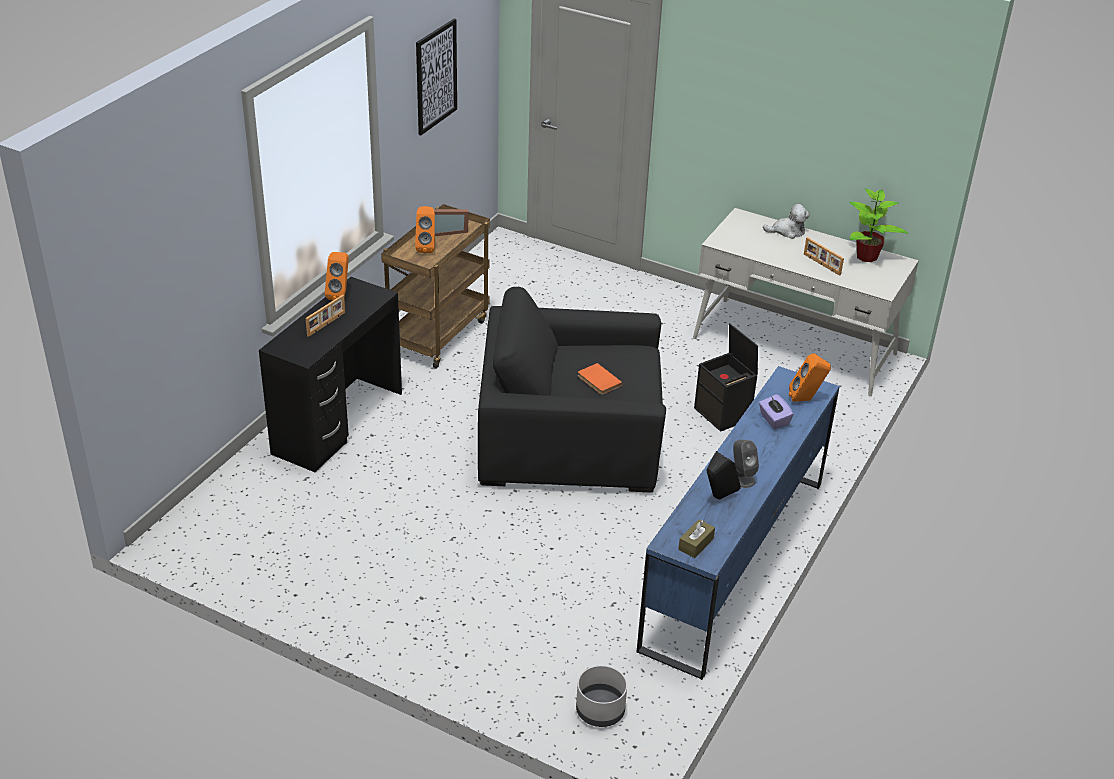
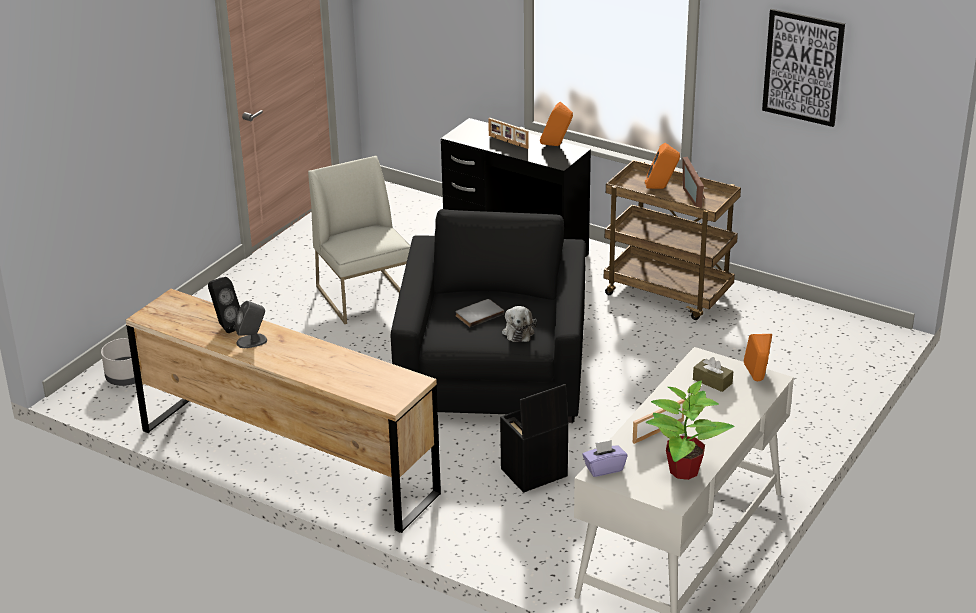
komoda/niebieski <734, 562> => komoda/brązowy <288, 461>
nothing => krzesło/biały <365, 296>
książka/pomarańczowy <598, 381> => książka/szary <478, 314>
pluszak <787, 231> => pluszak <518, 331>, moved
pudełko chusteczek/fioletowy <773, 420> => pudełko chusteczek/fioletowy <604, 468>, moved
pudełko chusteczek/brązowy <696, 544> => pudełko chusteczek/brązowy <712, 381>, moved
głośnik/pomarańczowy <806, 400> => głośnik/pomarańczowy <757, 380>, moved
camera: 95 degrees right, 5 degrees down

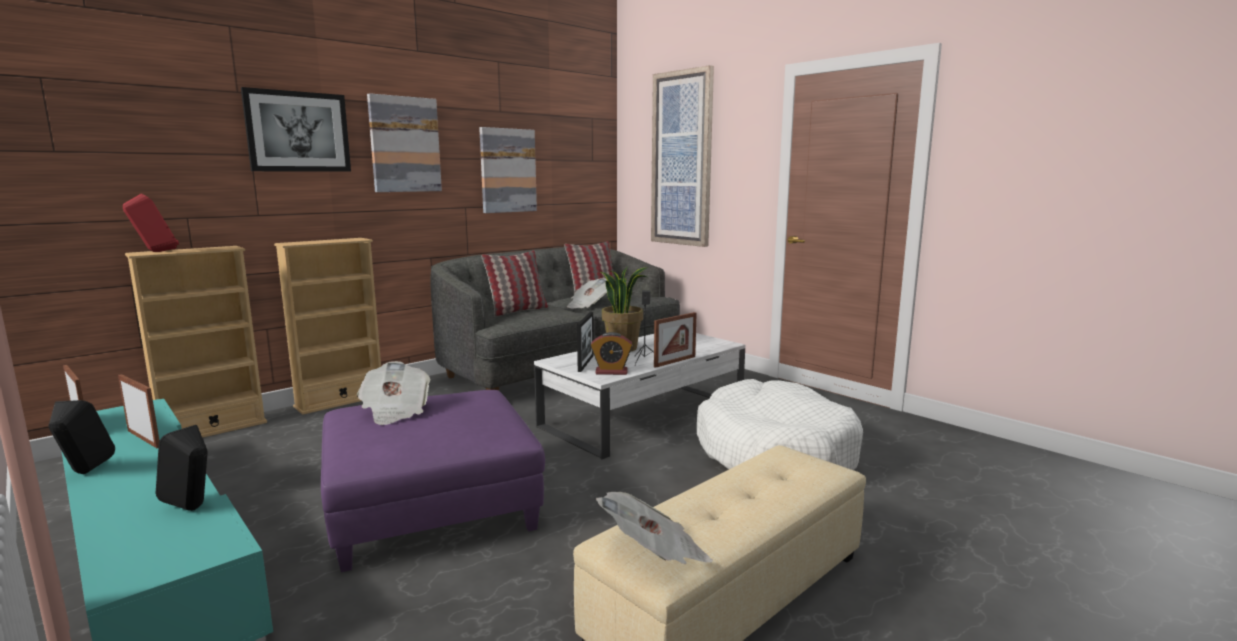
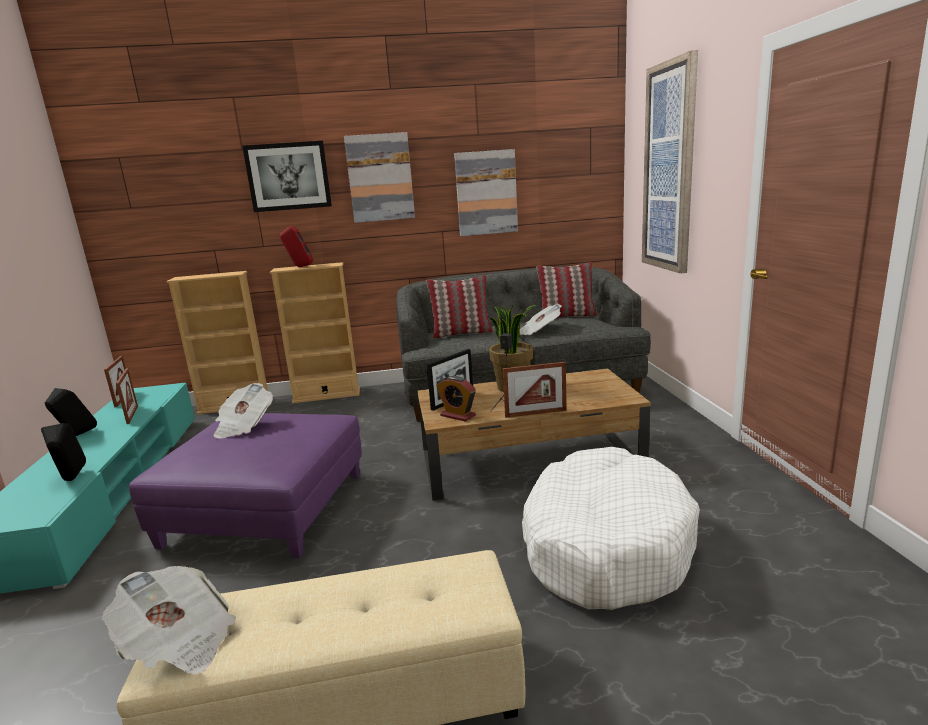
głośnik/czerwony <155, 252> => głośnik/czerwony <299, 267>, moved
ława/biały <644, 415> => ława/brązowy <530, 460>
camera: 35 degrees right, 5 degrees up

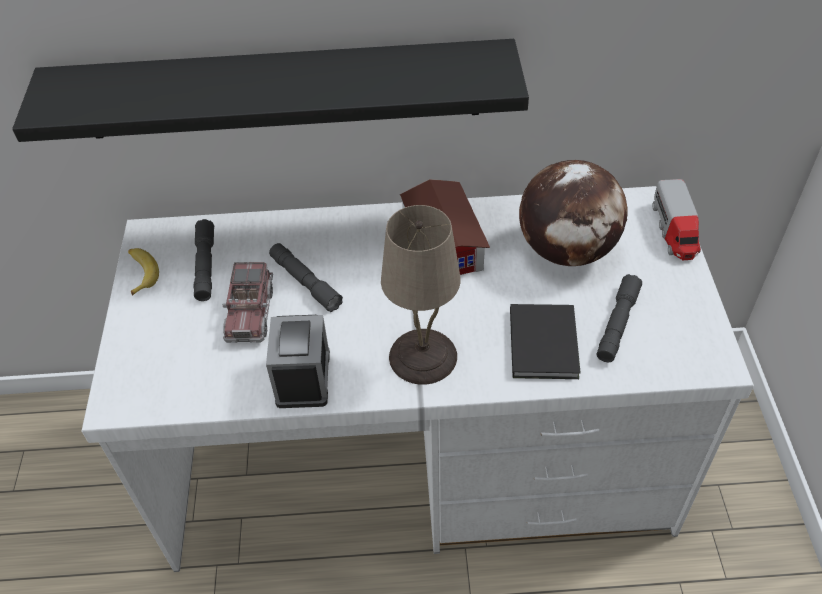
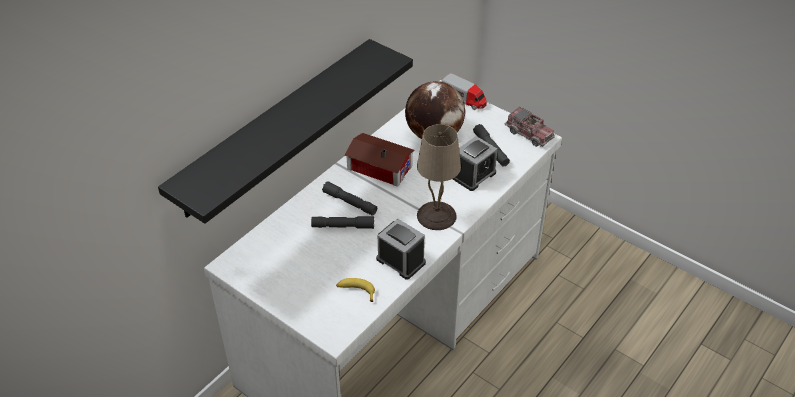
latarka/szary <205, 266> => latarka/szary <350, 203>, moved
banan <141, 273> => banan <356, 291>, moved
książka/czarny <544, 342> => budzik <474, 175>
ciężarówka zabawkowa <250, 312> => ciężarówka zabawkowa <529, 134>, moved
camera: 50 degrees left, 5 degrees down

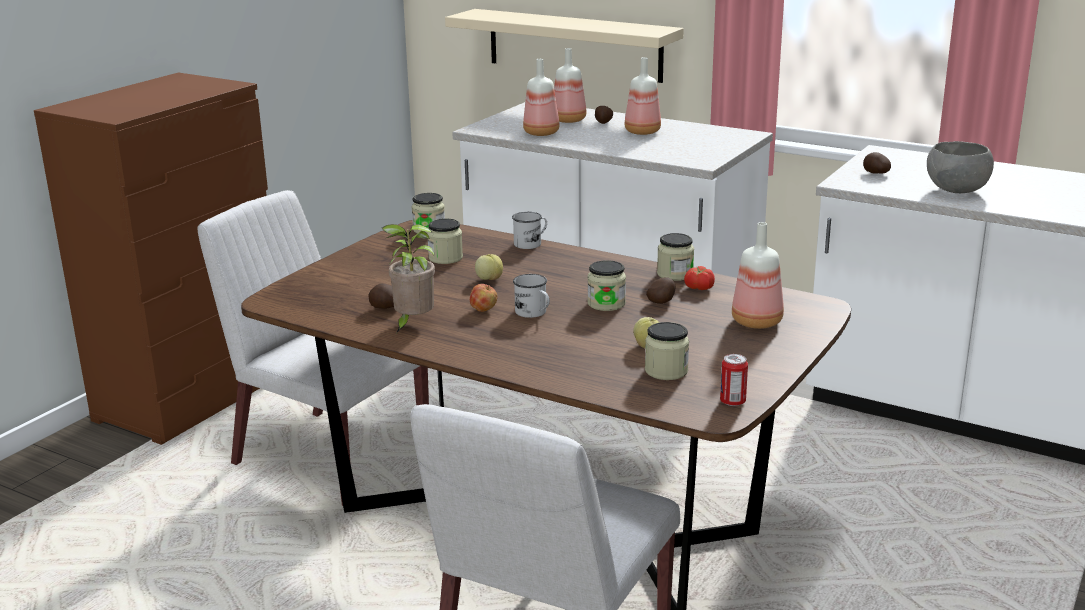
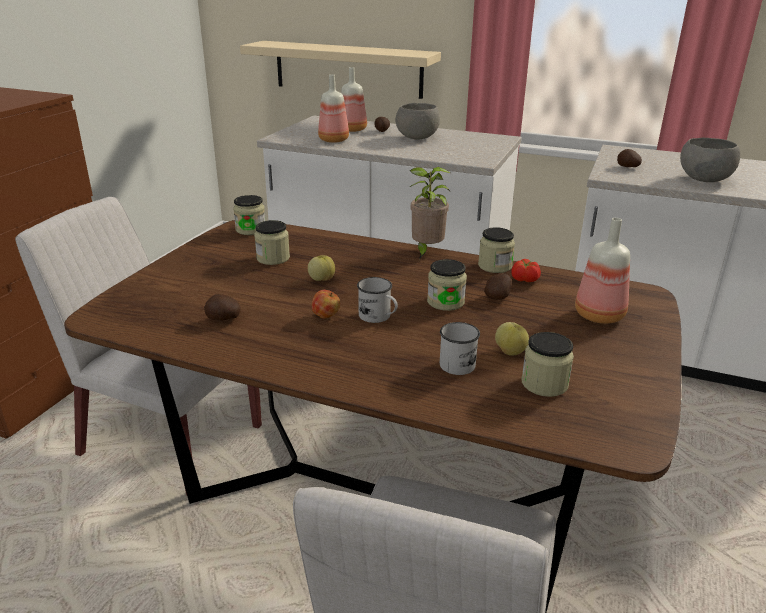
butelka <641, 132> => miska/szary <416, 138>
roślina doniczkowa <412, 324> => roślina doniczkowa <426, 251>, moved
kubek/biały <531, 243> => kubek/biały <461, 363>, moved
puszka <732, 402> => nothing
camera: 10 degrees left, 5 degrees up

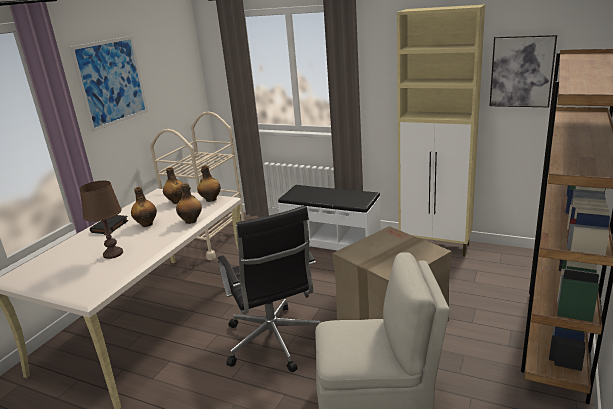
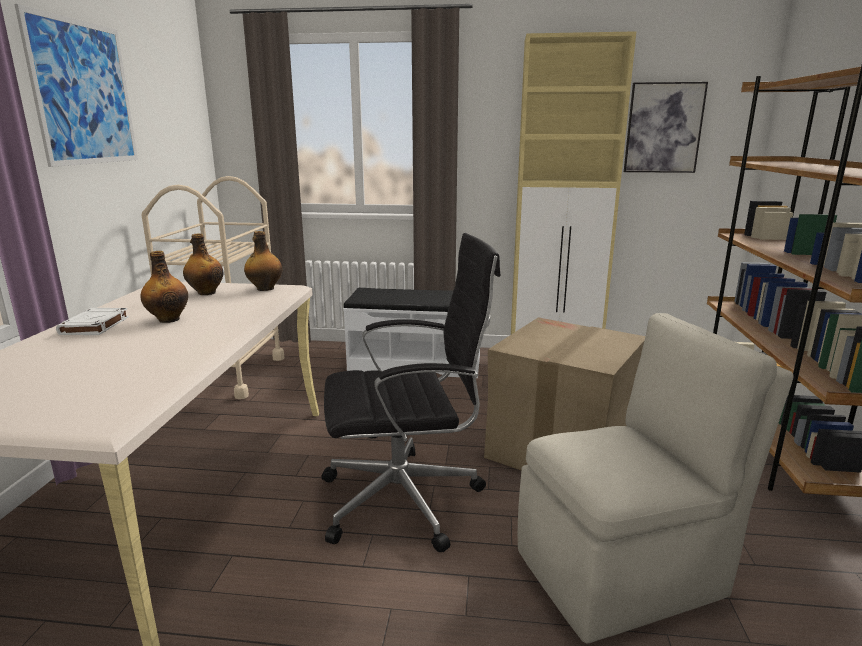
książka/czarny <110, 227> => książka/biały <95, 326>
krzesło biurowe/czarny <274, 342> => krzesło biurowe/czarny <406, 499>, 60 degrees counterclockwise
lampa stołowa/brązowy <113, 253> => nothing
butelka <191, 221> => nothing
camera: 20 degrees left, 5 degrees down

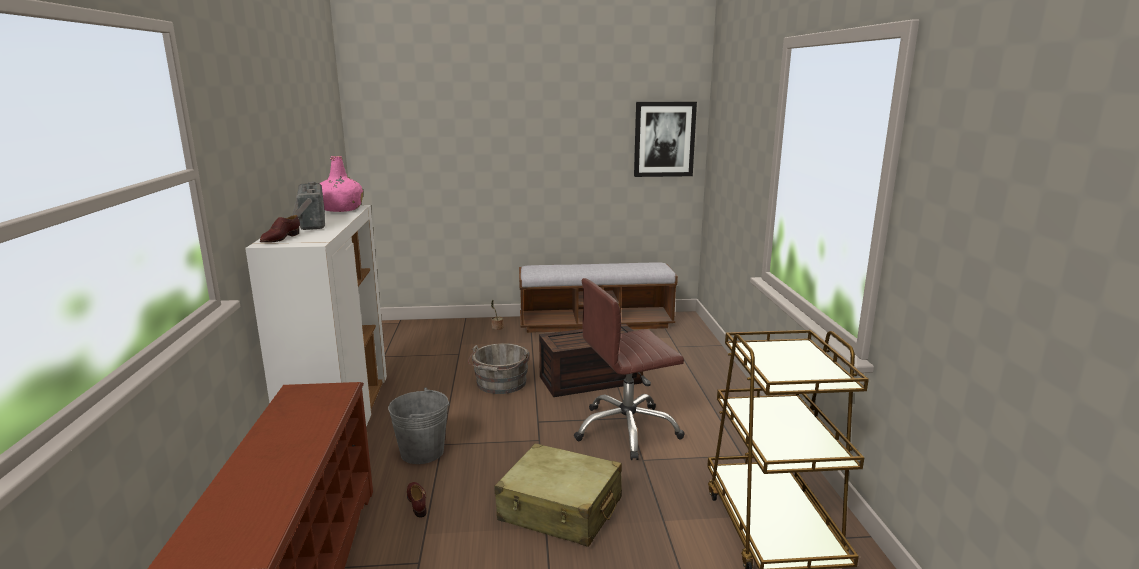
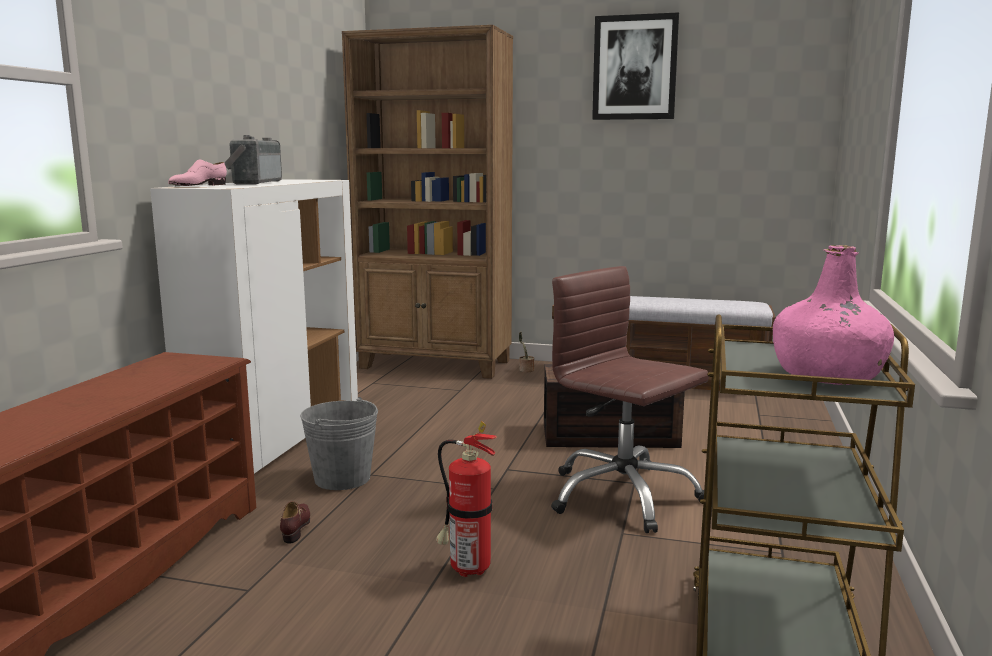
but/brązowy <280, 238> => but/różowy <198, 186>
nothing => regał/brązowy <436, 365>
walizka/beżowy <560, 510> => gaśnica <466, 569>
krzesło biurowe/brązowy <627, 430> => krzesło biurowe/brązowy <622, 496>, 45 degrees clockwise
obraz <664, 139> => obraz <635, 68>, moved
butelka/różowy <341, 209> => butelka/różowy <828, 375>, moved
wiadro/szary <500, 384> => nothing
camera: 20 degrees right, 5 degrees down

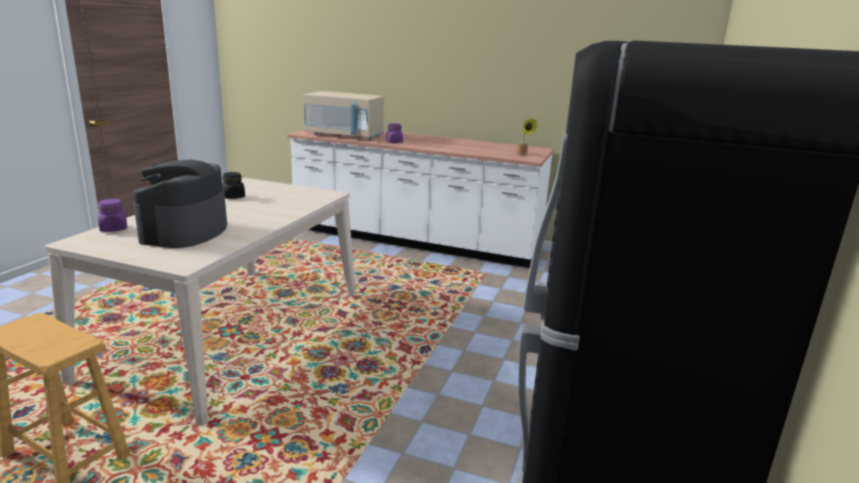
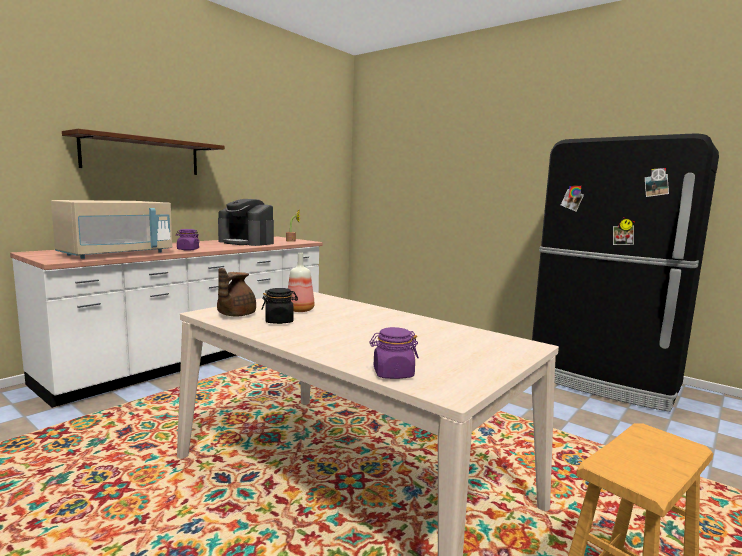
nothing => półka/brązowy <142, 155>
nothing => imbryk/brązowy <235, 315>
ekspres do kawy <185, 232> => ekspres do kawy <247, 242>, moved
nothing => butelka <301, 310>
camera: 70 degrees left, 10 degrees down

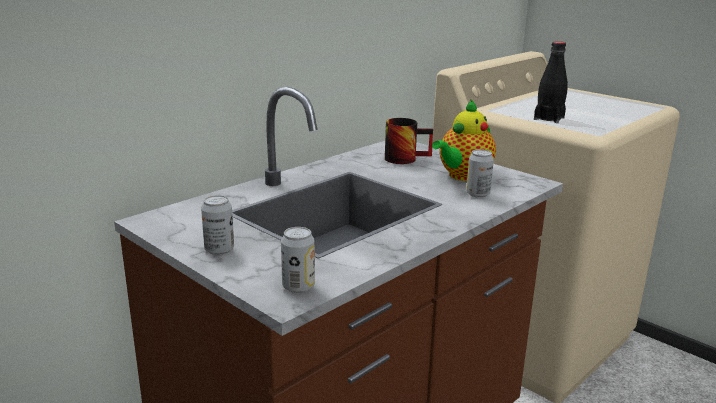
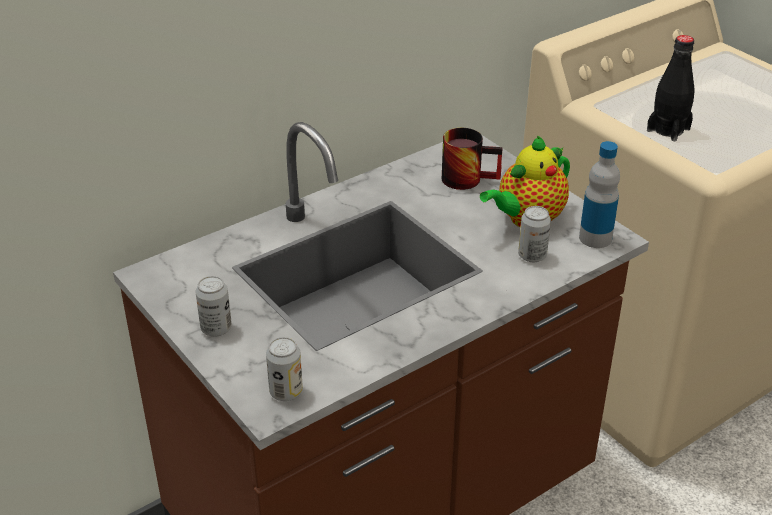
nothing => butelka <595, 238>
camera: 10 degrees right, 15 degrees up

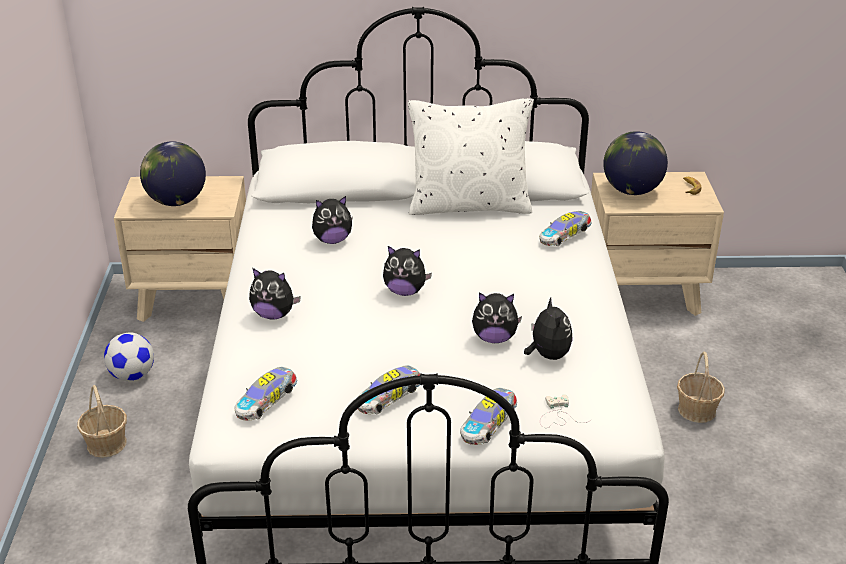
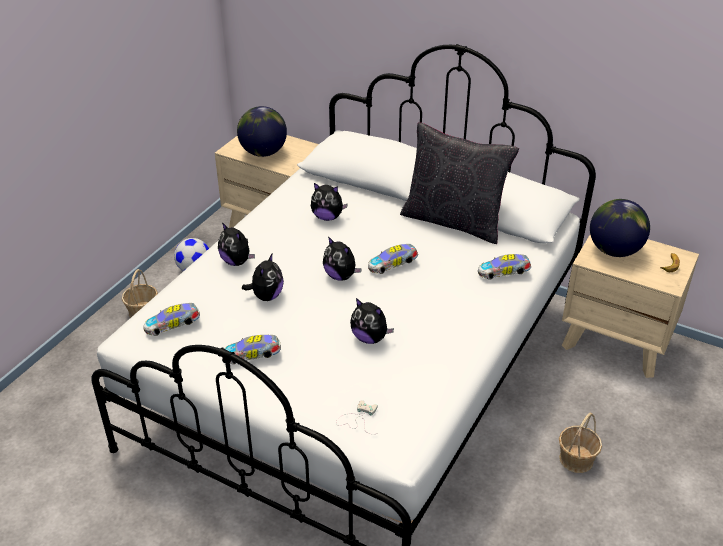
pluszak <547, 355> => pluszak <266, 296>, moved
samochodzik <488, 425> => samochodzik <393, 265>, moved
poduszka/biały <469, 205> => poduszka/czarny <453, 221>
camera: 30 degrees right, 5 degrees up

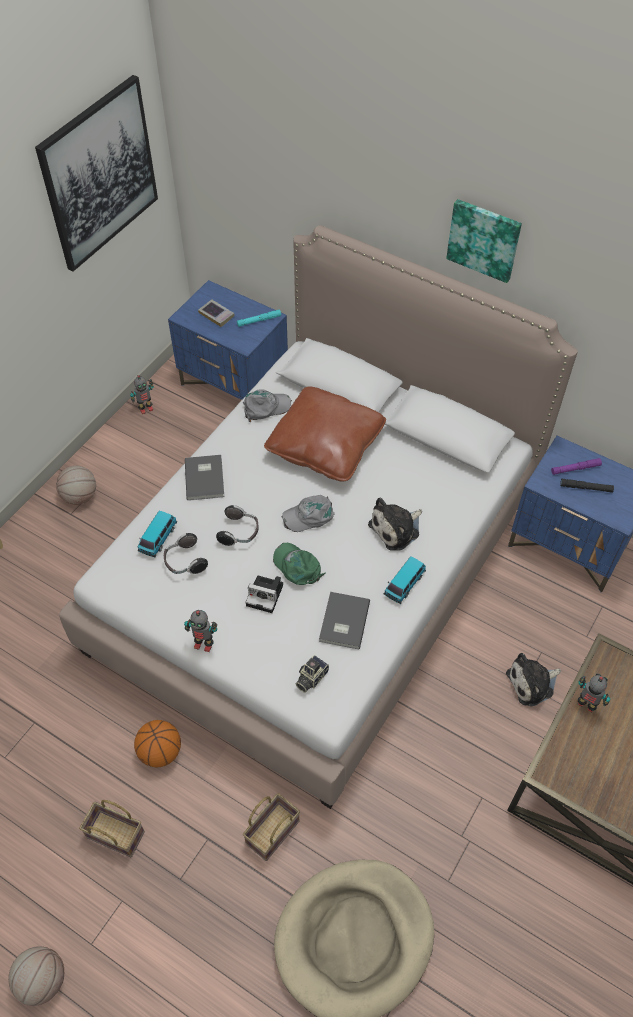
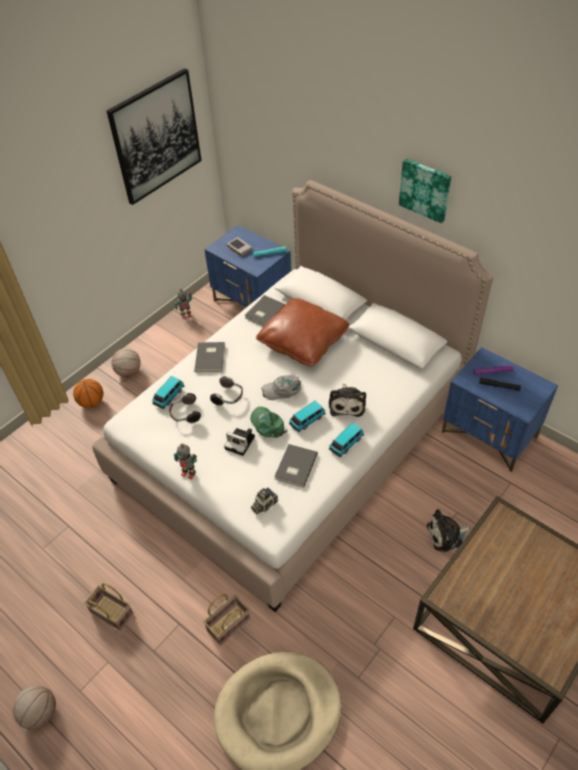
piłka do koszykówki <160, 752> => piłka do koszykówki <92, 402>, moved
czapka z daszkiem/szary <266, 407> => książka/szary <264, 312>
nothing => samochodzik <307, 420>
pluszak <396, 529> => pluszak <347, 404>, 60 degrees counterclockwise
robot zabawkowy <586, 705> => nothing
camera: 10 degrees right, 5 degrees down

